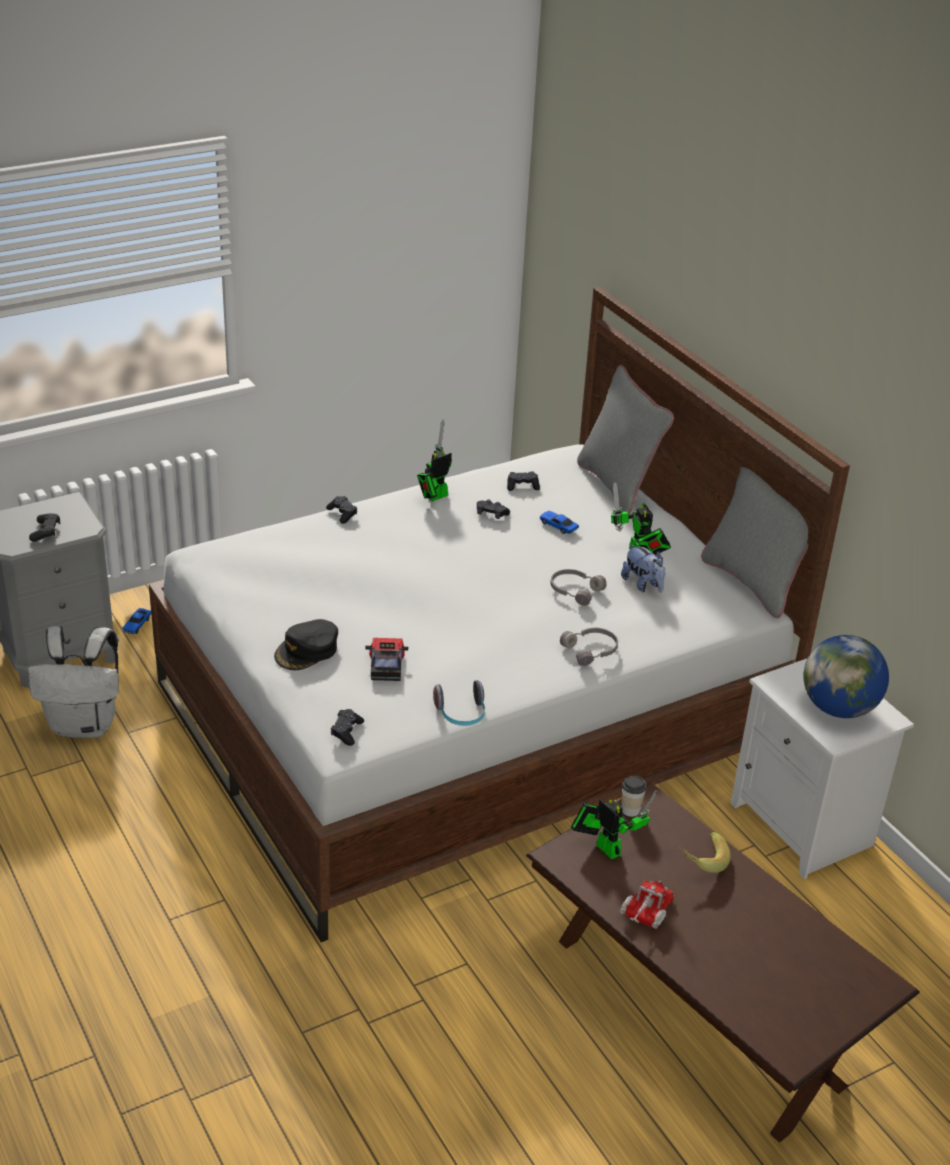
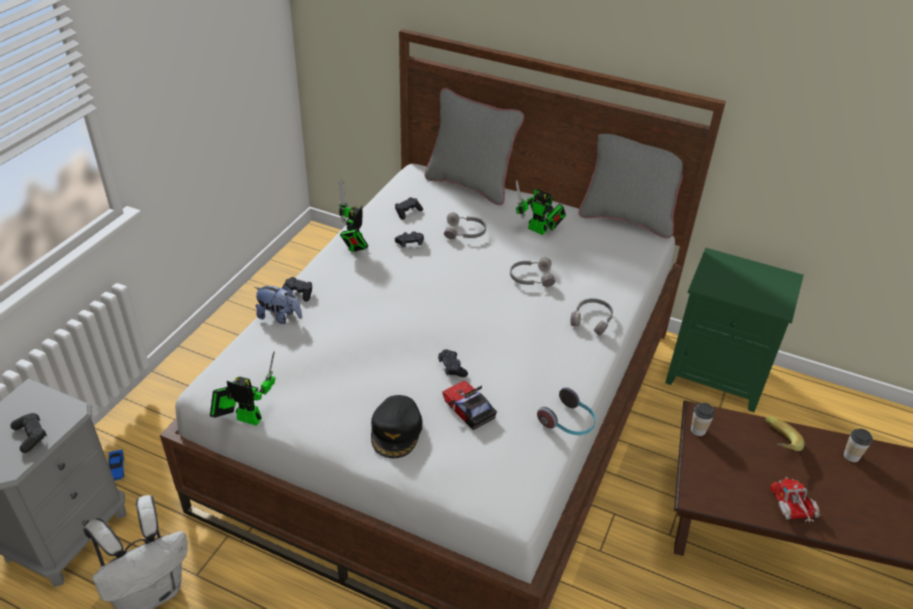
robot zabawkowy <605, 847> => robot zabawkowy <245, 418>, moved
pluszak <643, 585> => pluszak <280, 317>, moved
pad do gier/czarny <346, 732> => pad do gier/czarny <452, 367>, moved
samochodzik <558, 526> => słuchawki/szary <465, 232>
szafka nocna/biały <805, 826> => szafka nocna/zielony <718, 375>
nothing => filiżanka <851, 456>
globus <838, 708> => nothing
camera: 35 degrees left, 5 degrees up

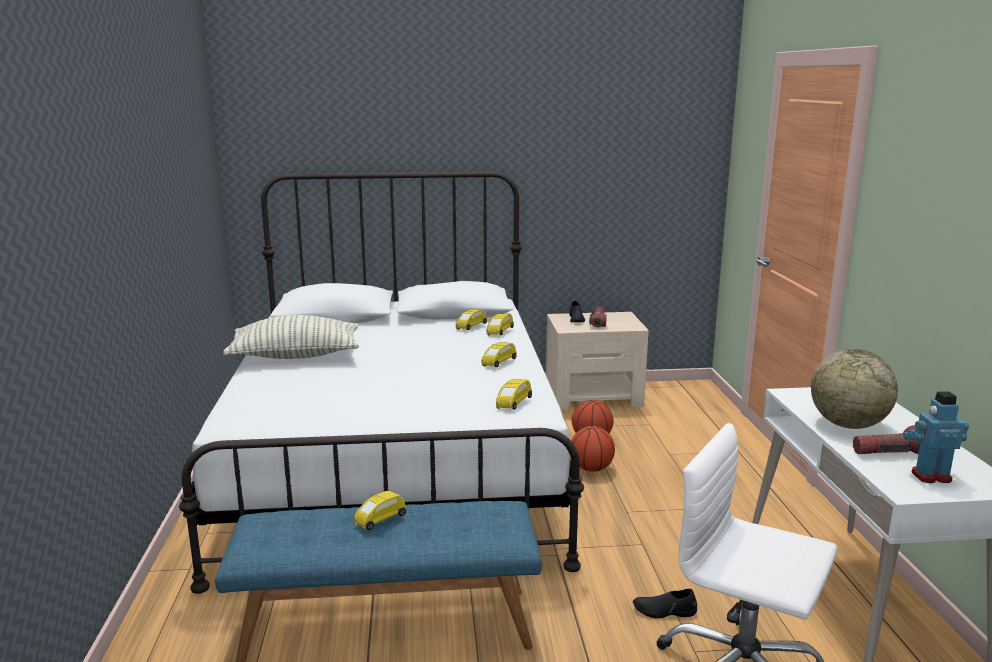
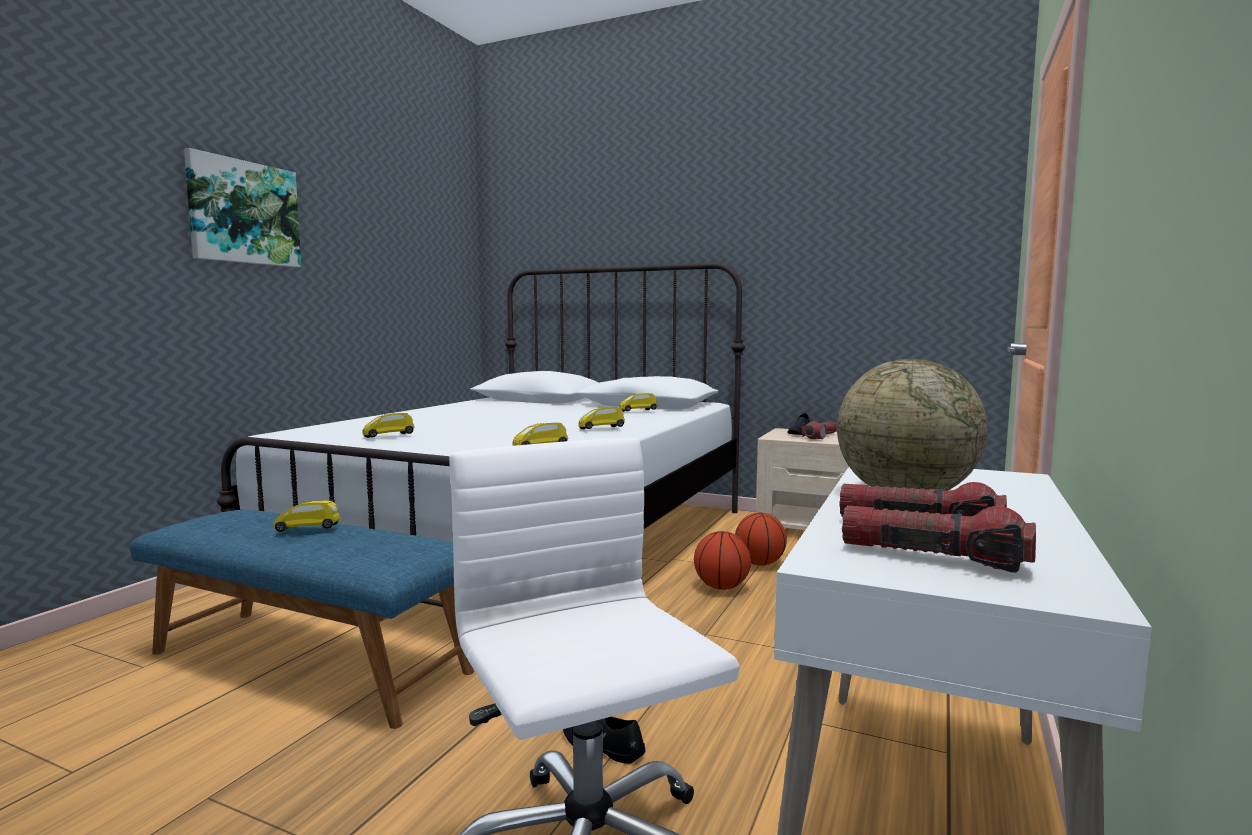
nothing => obraz <243, 213>
samochodzik/żółty <499, 332> => samochodzik/żółty <388, 437>, moved
robot zabawkowy <930, 476> => latarka <933, 557>
poduszka <296, 356> => nothing
camera: 30 degrees right, 10 degrees down

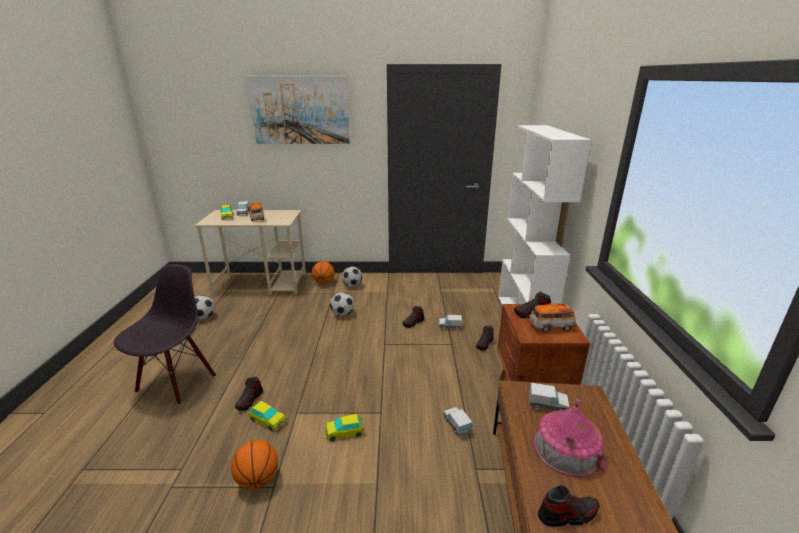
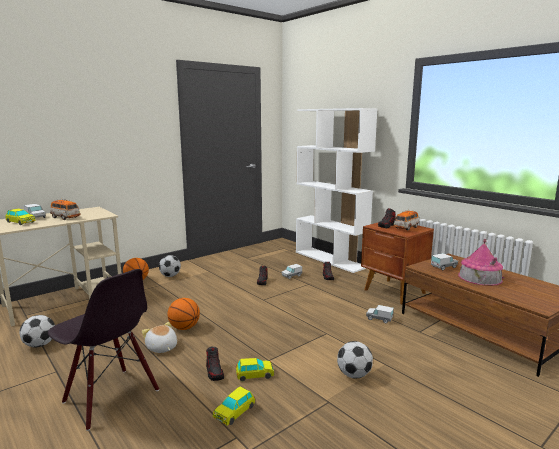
krzesło/czarny <176, 383> => krzesło/czarny <110, 397>, 150 degrees clockwise
nothing => pluszak <161, 348>
piłka do koszykówki <258, 479> => piłka do koszykówki <184, 328>, moved
samochodzik <344, 432> => samochodzik <234, 412>, moved
piłka futbolowa <342, 314> => piłka futbolowa <354, 375>, moved
obraz <300, 110> => nothing
but <567, 514> => nothing
camera: 40 degrees left, 10 degrees down

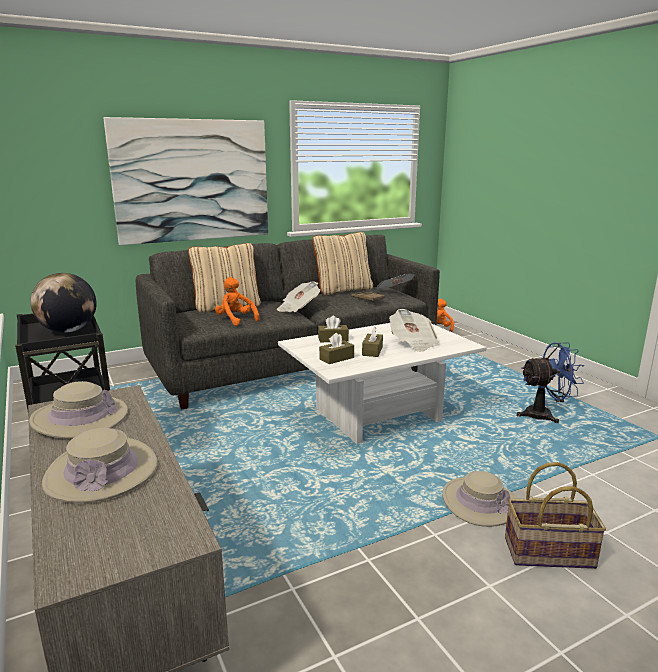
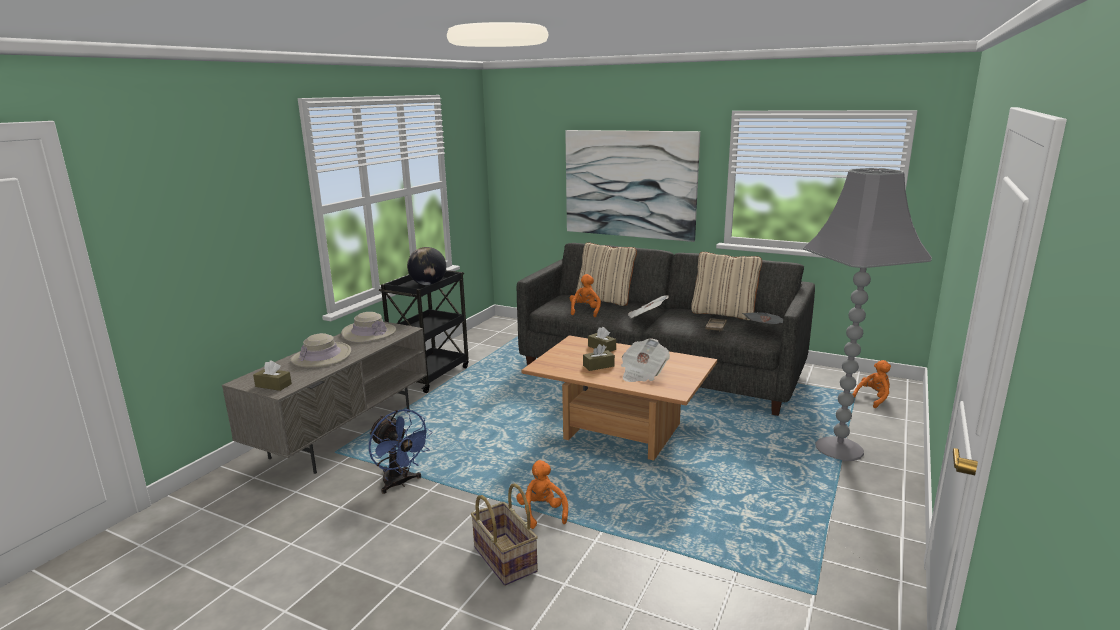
pudełko chusteczek/brązowy <336, 358> => pudełko chusteczek/brązowy <273, 385>, moved
wentylator/niebieski <544, 415> => wentylator/niebieski <400, 483>, moved
kapelusz/beżowy <480, 502> => pluszak/pomarańczowy <542, 513>
ława/biały <378, 417> => ława/brązowy <619, 433>
nothing => lampa stojąca/szary <837, 449>
camera: 55 degrees right, 0 degrees up

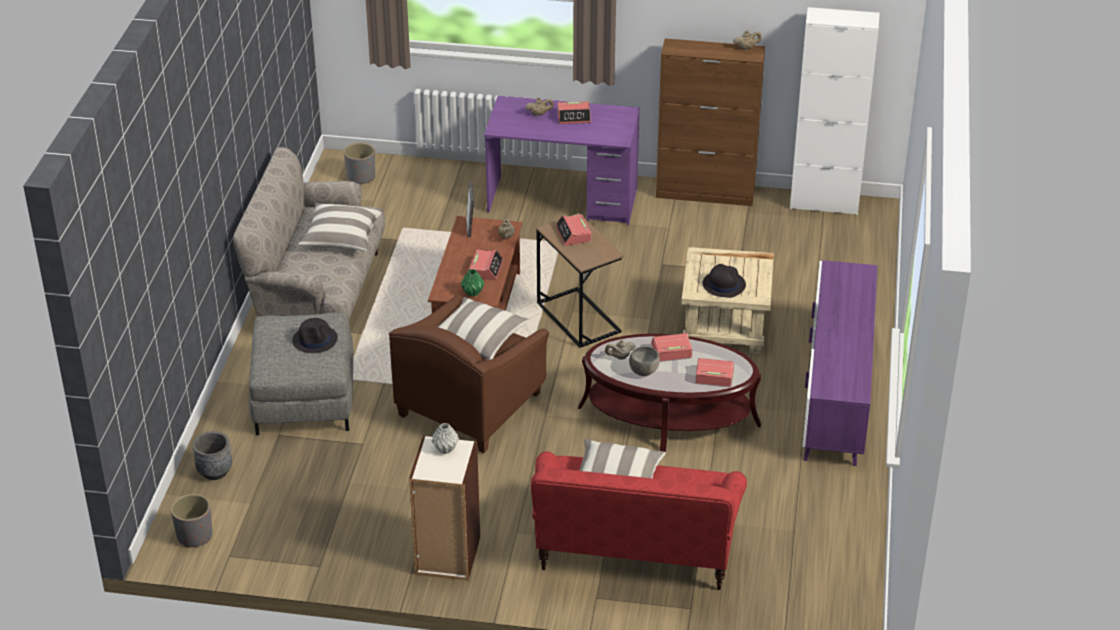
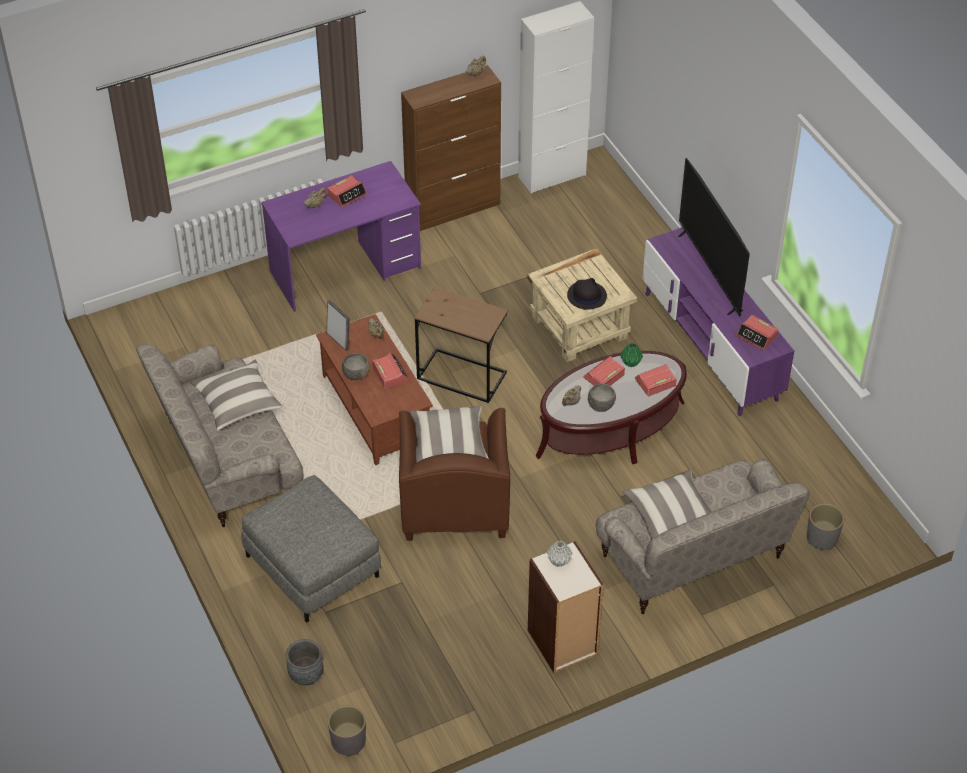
nothing => miska/szary <356, 375>
kanapa/czerwony <635, 552> => kanapa/beżowy <693, 560>
wazon/zielony <473, 293> => wazon/zielony <631, 363>, moved
nothing => telewizor <710, 273>
budzik <573, 234> => budzik <757, 336>, moved
donica/szary <360, 177> => donica/szary <821, 538>, moved
kapelusz/czarny <315, 340> => nothing
camera: 35 degrees left, 10 degrees up

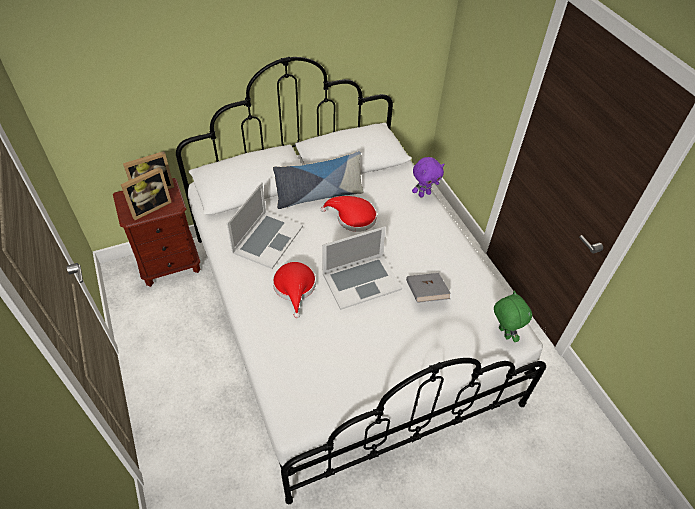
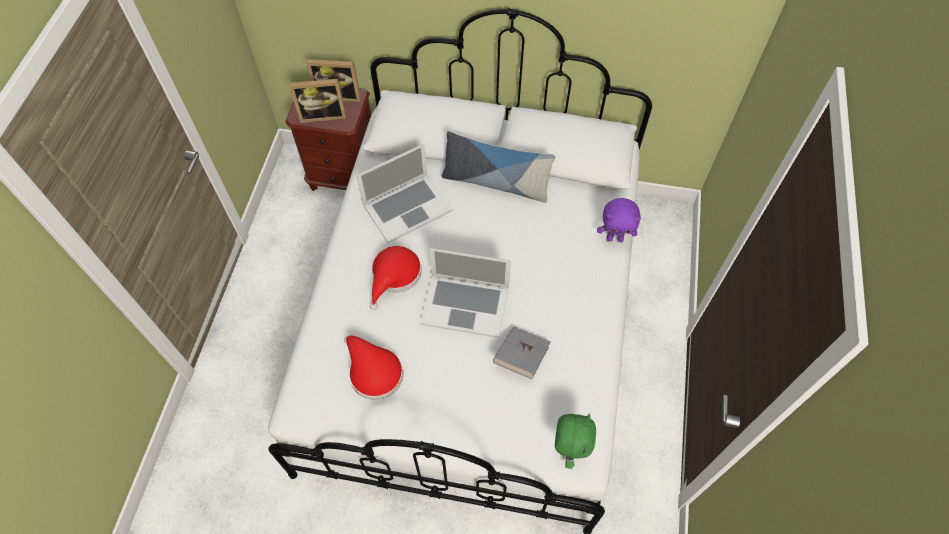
kapelusz/czerwony <353, 218> => kapelusz/czerwony <373, 371>, moved
camera: 35 degrees right, 10 degrees up

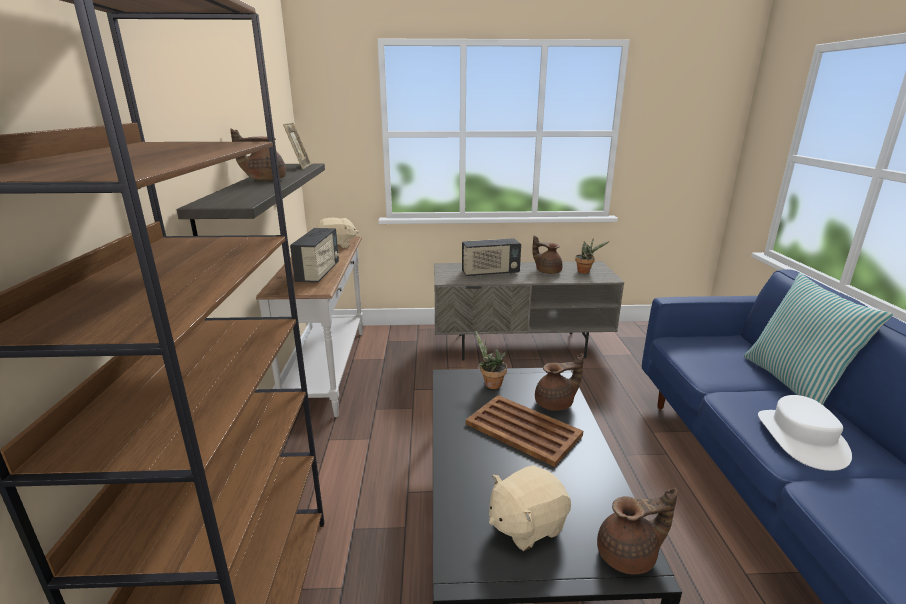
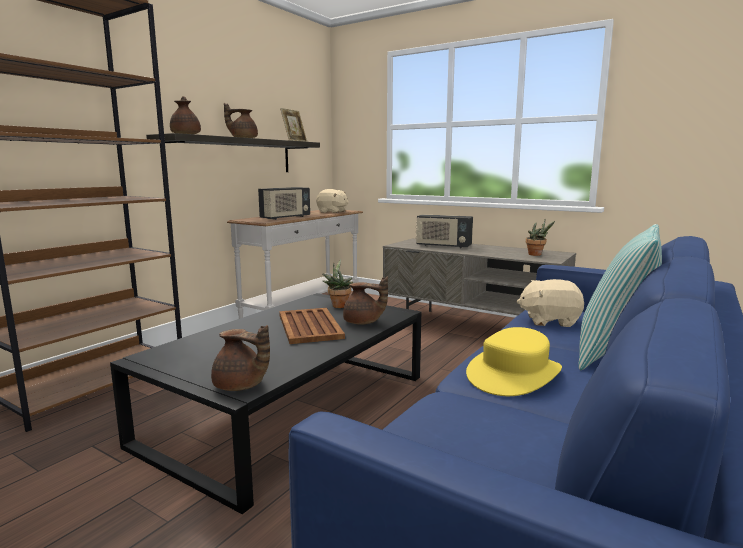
imbryk/brązowy <547, 271> => imbryk/brązowy <186, 135>, moved
kapelusz/biały <801, 438> => kapelusz/żółty <514, 374>
pluszak/beżowy <526, 524> => pluszak/beżowy <549, 321>, moved
camera: 35 degrees right, 10 degrees down

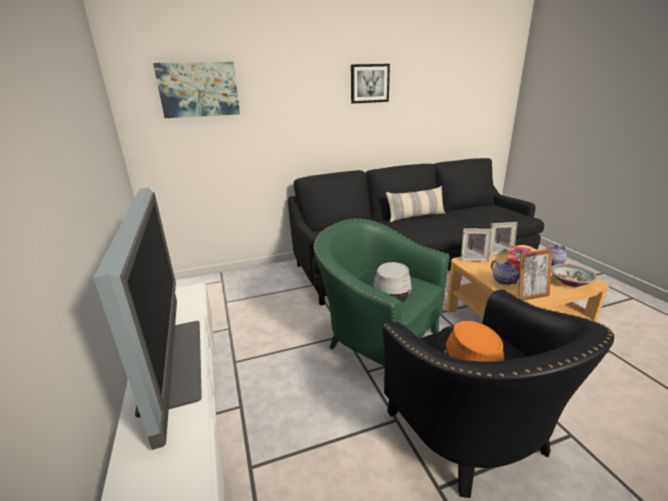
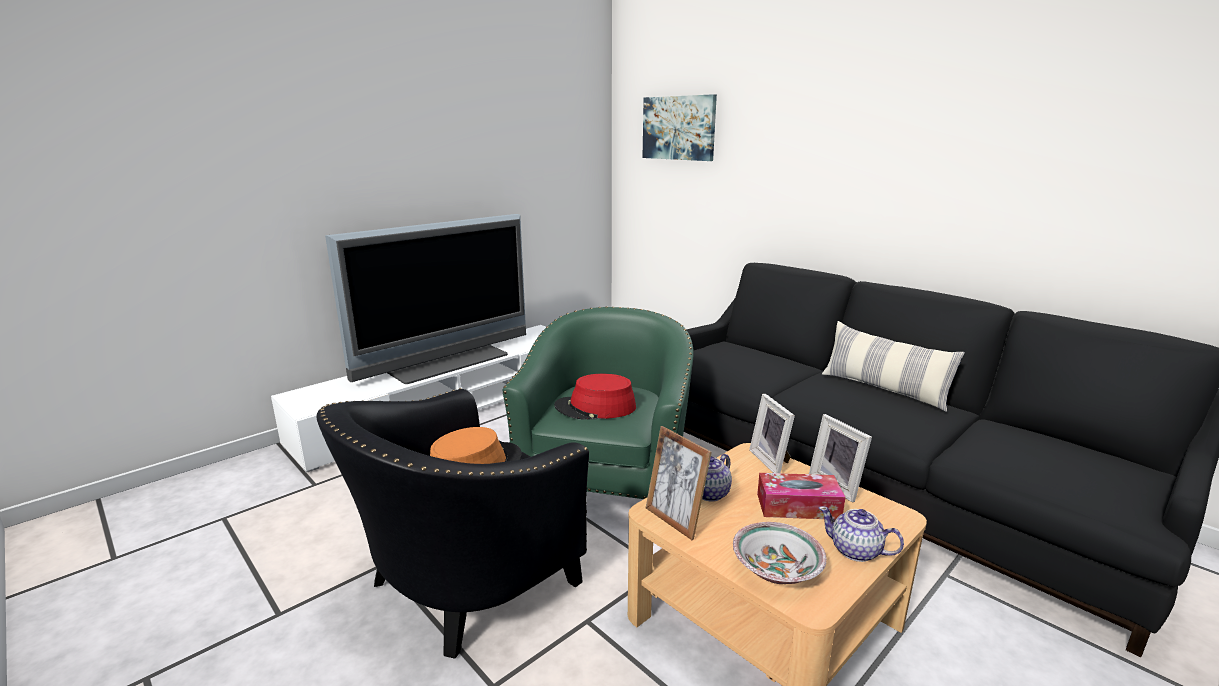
kapelusz/szary <391, 290> => kapelusz/czerwony <595, 408>
obraz <369, 83> => nothing
camera: 65 degrees right, 5 degrees down

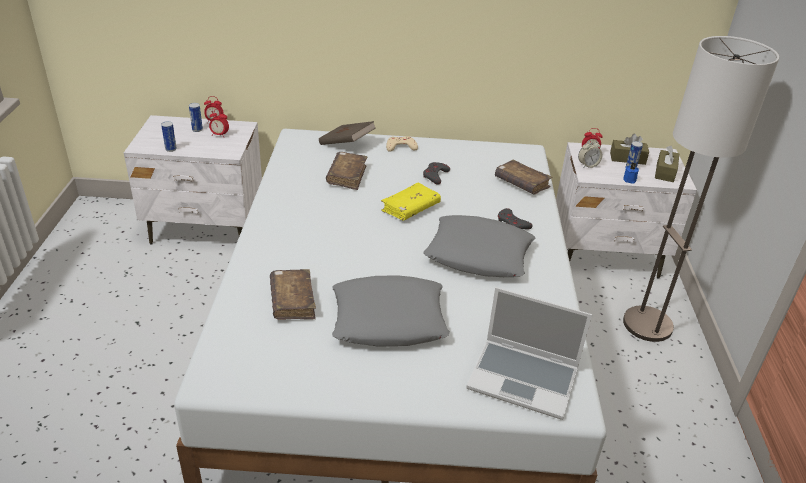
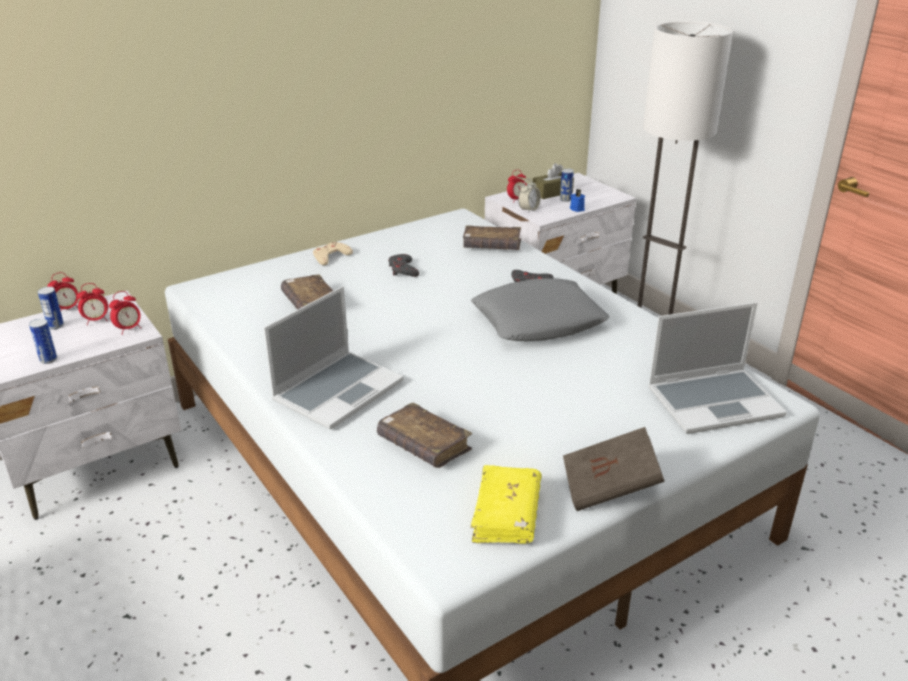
nothing => budzik <129, 329>
nothing => laptop <338, 390>
książka/żółty <410, 208> => książka/żółty <506, 514>, moved
książka/brązowy <347, 144> => książka/brązowy <609, 488>, moved
poduszka/szary <389, 319> => nothing
pudełko chusteczek/brązowy <665, 172> => nothing
camera: 35 degrees left, 5 degrees down

